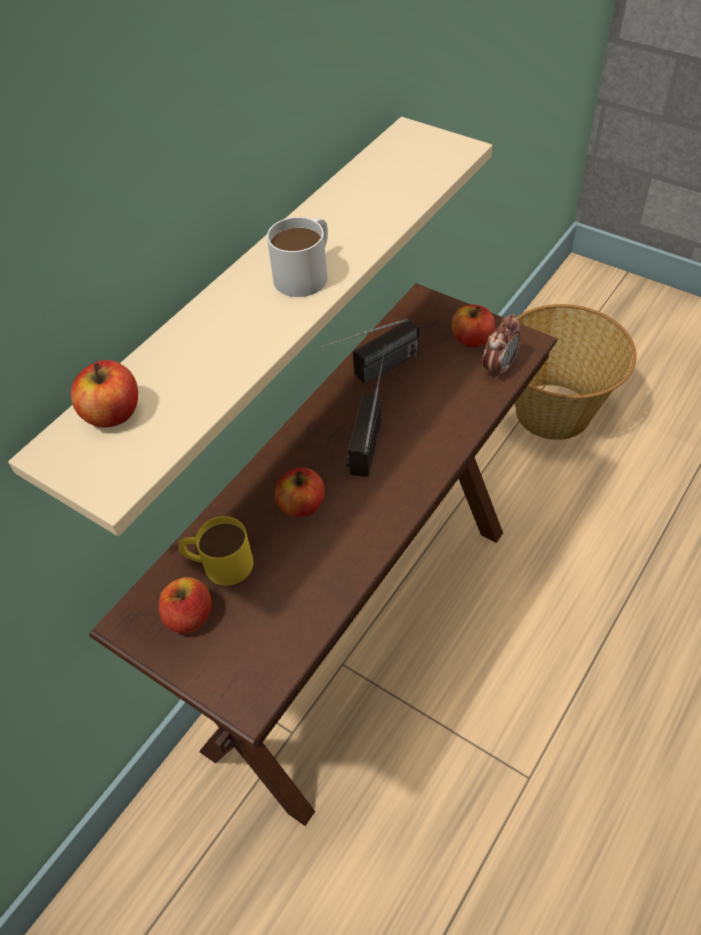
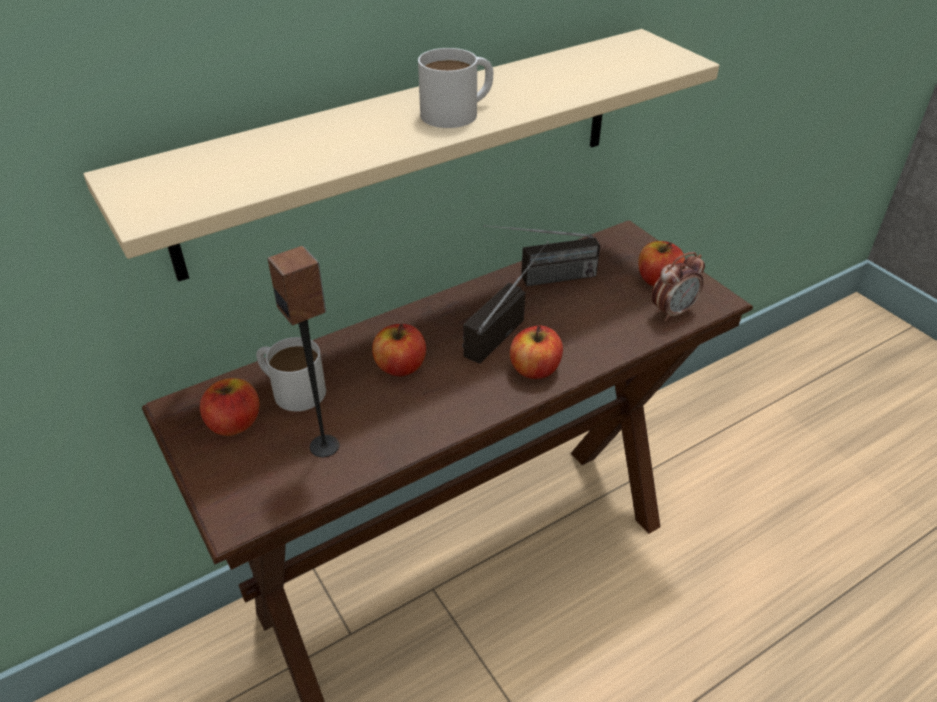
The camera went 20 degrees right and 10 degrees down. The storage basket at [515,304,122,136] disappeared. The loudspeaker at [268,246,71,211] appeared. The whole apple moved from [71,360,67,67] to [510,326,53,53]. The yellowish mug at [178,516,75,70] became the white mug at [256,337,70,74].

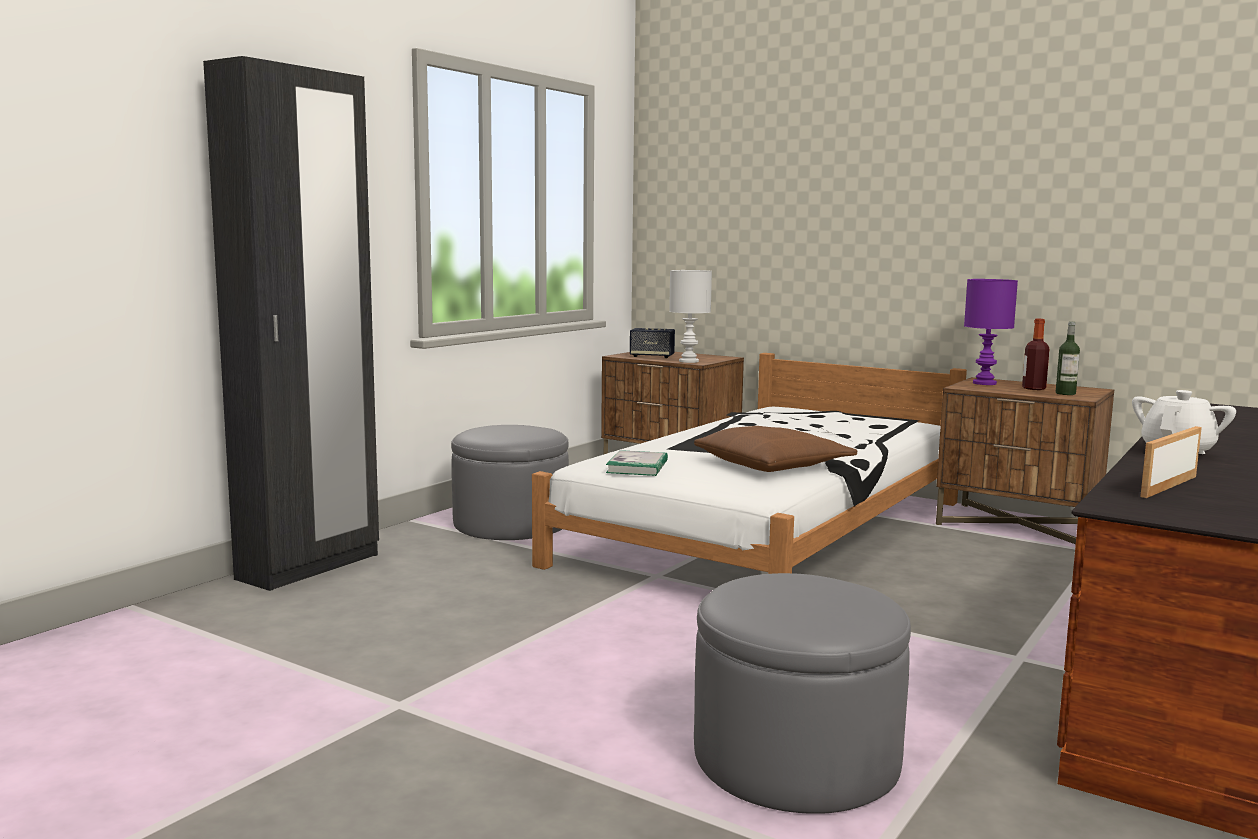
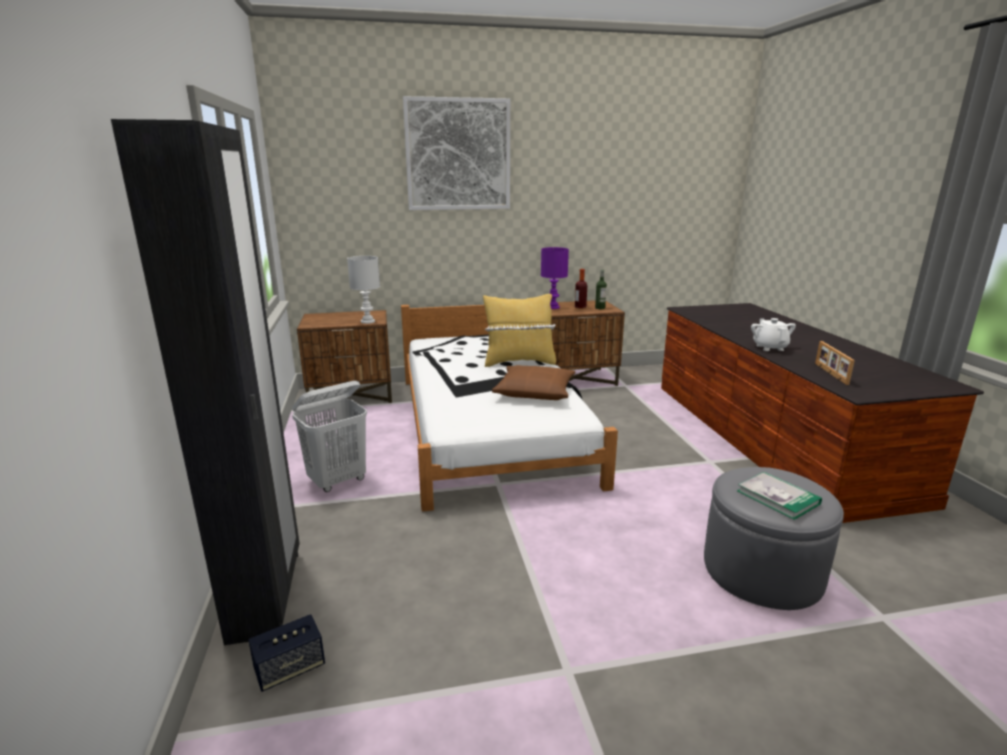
The camera went 45 degrees left and 10 degrees up. The wall picture at [403,96,107,114] appeared. The yellowish cushion at [483,294,73,73] appeared. The bound book moved from [606,450,62,26] to [737,472,85,48]. The loudspeaker moved from [630,328,45,30] to [248,614,77,78]. The gray footrest at [451,425,118,115] was replaced by the white washing basket at [292,381,75,111].

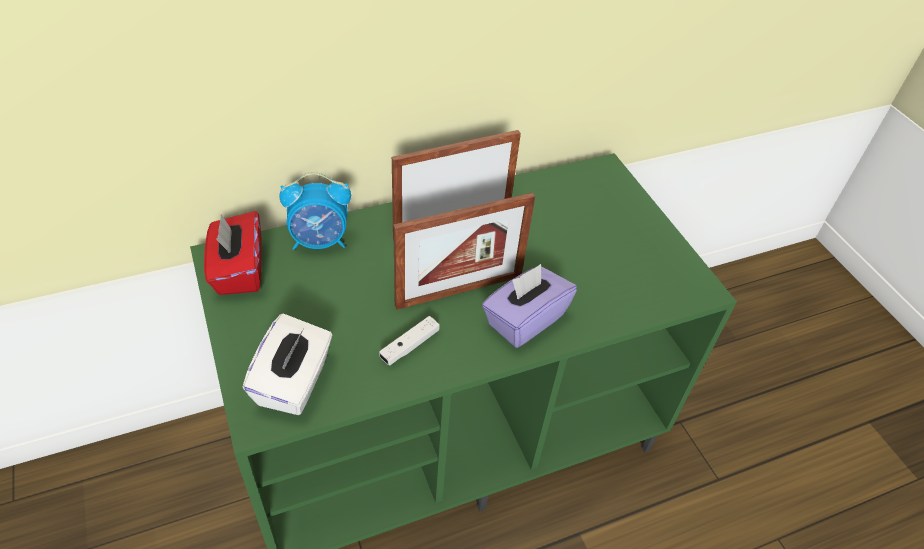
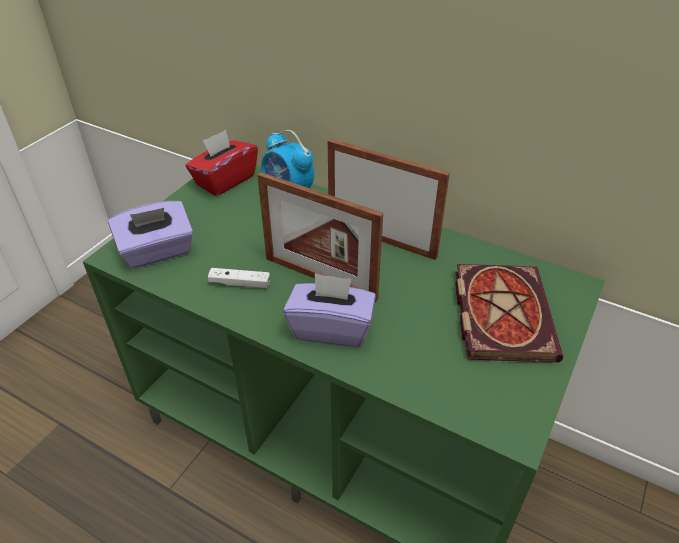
The camera went 55 degrees right and 5 degrees down. The bound book at [455,264,108,98] appeared. The white box of tissues at [243,314,89,101] became the purplish box of tissues at [108,201,85,68].

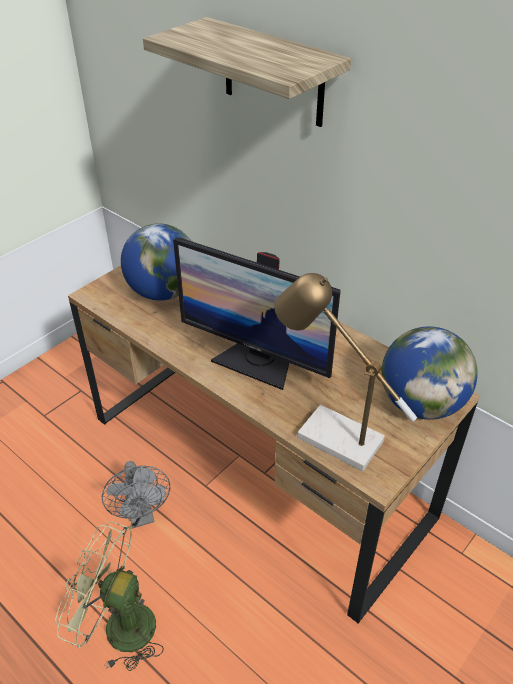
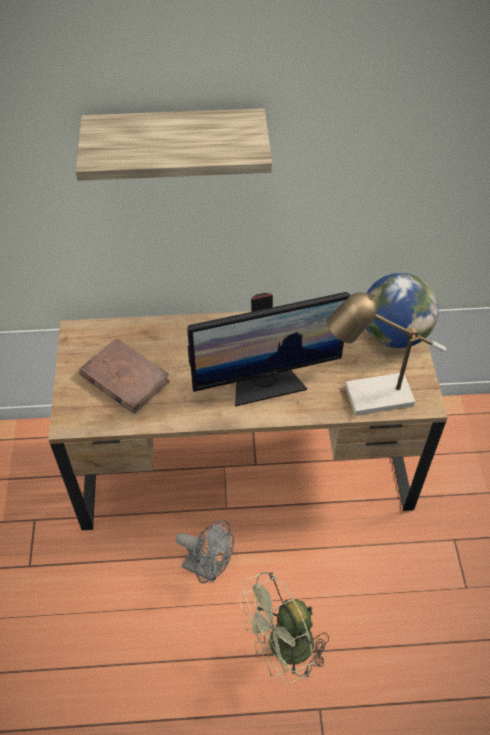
The camera went 45 degrees left and 10 degrees up. The globe at [121,223,70,78] was replaced by the brown bound book at [79,338,91,76].

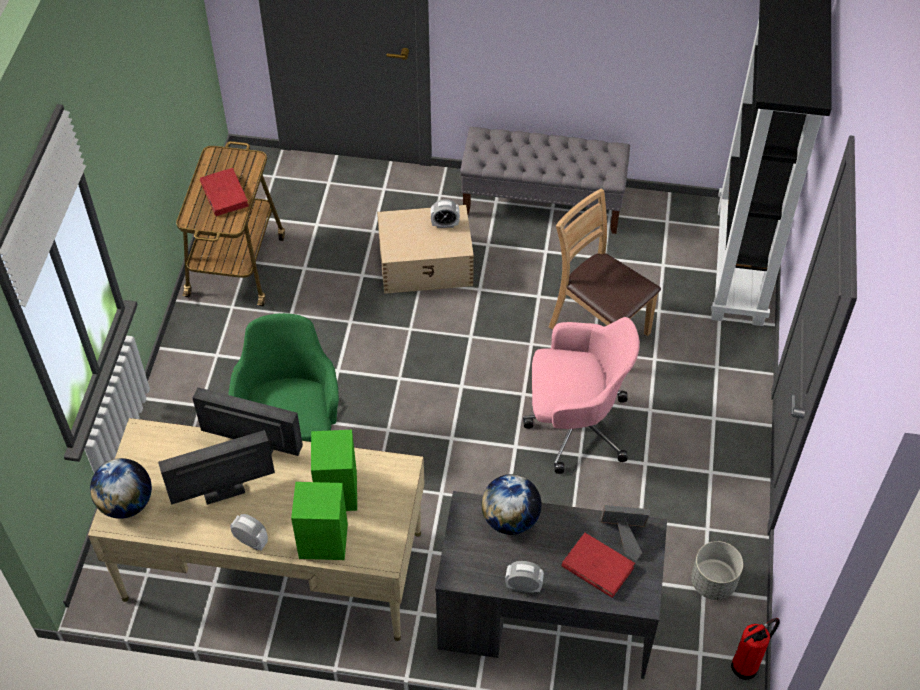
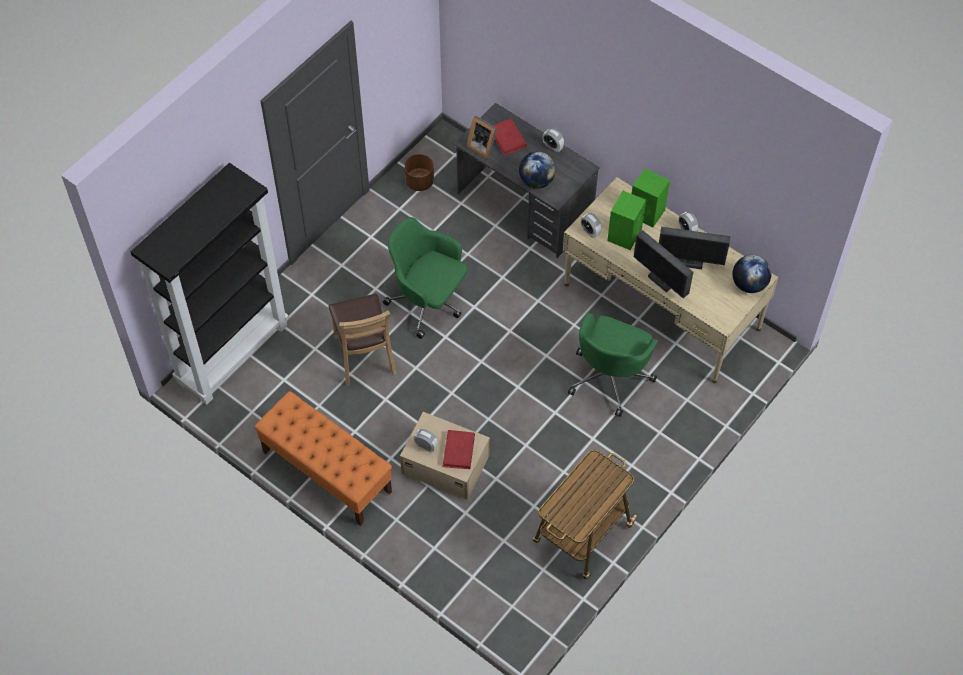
The camera went 150 degrees left and 5 degrees up. The extinguisher at [731,618,49,62] disappeared. The alarm clock at [581,213,21,25] appeared. The reddish bound book moved from [200,168,49,48] to [443,430,32,39]. The gray bench at [460,127,170,107] became the orange-coloured bench at [254,391,138,135]. The pink computer chair at [523,317,117,157] became the green computer chair at [383,217,85,122]. The gray plant pot at [691,541,52,59] became the brown plant pot at [404,154,30,37].

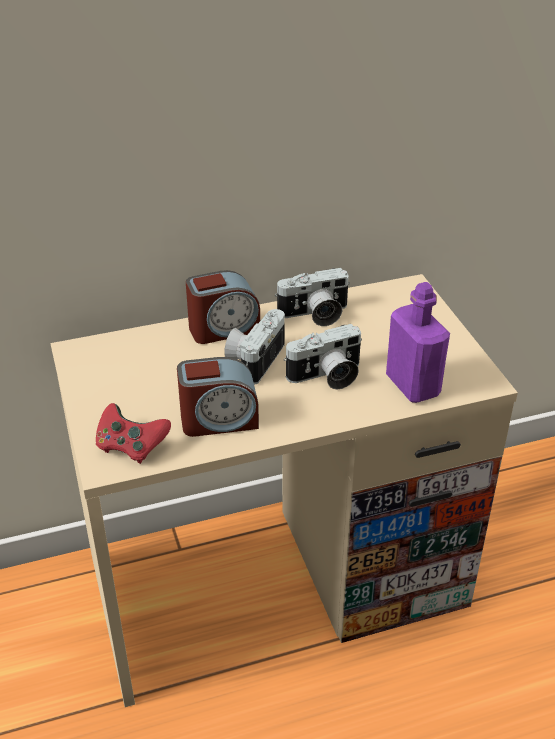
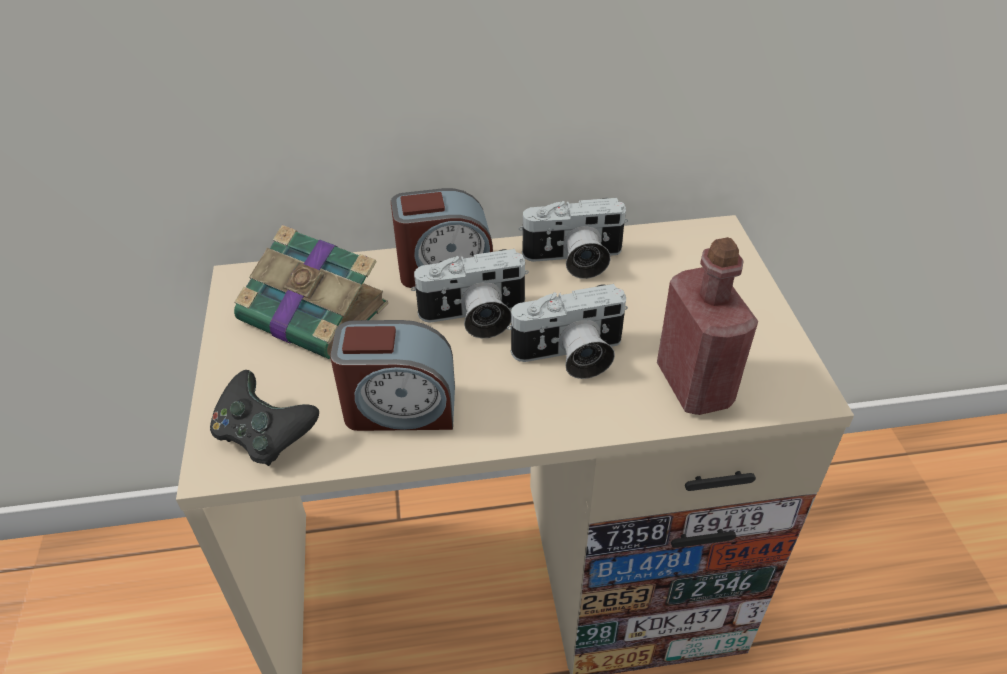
The camera went 10 degrees right and 5 degrees up. The bound book at [234,225,154,134] appeared. The reddish game controller at [96,403,75,61] became the black game controller at [210,370,109,96]. The purplish beverage bottle at [386,282,64,121] became the reddish beverage bottle at [657,237,101,178]. The still camera at [224,309,61,76] turned 135 degrees counterclockwise.

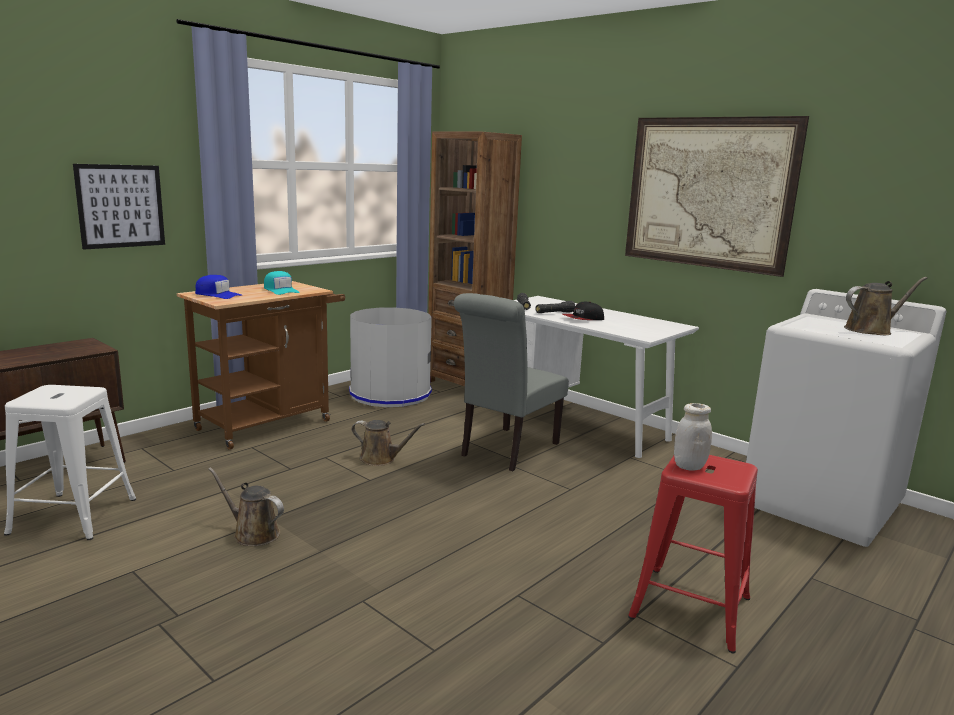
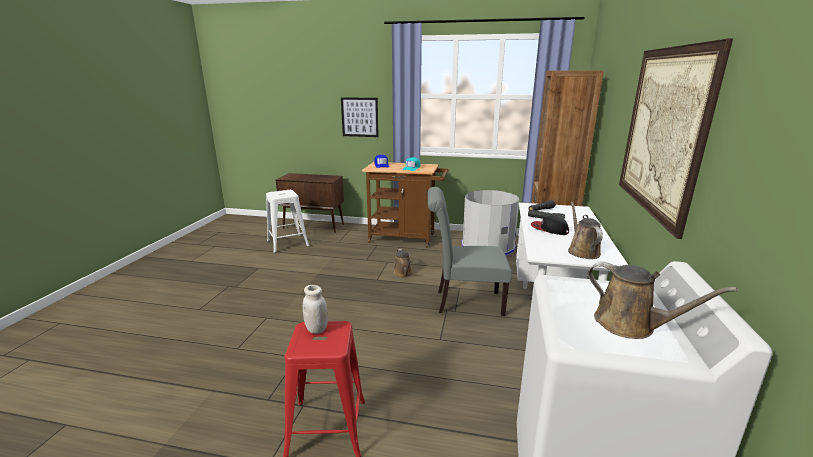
The camera went 60 degrees right and 5 degrees up. The brown watering pot moved from [208,467,76,79] to [568,202,35,57].

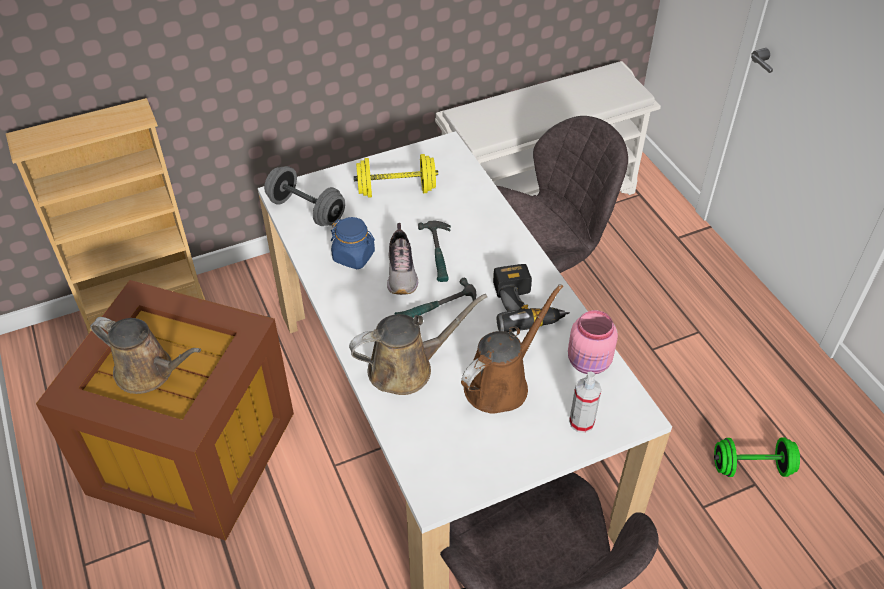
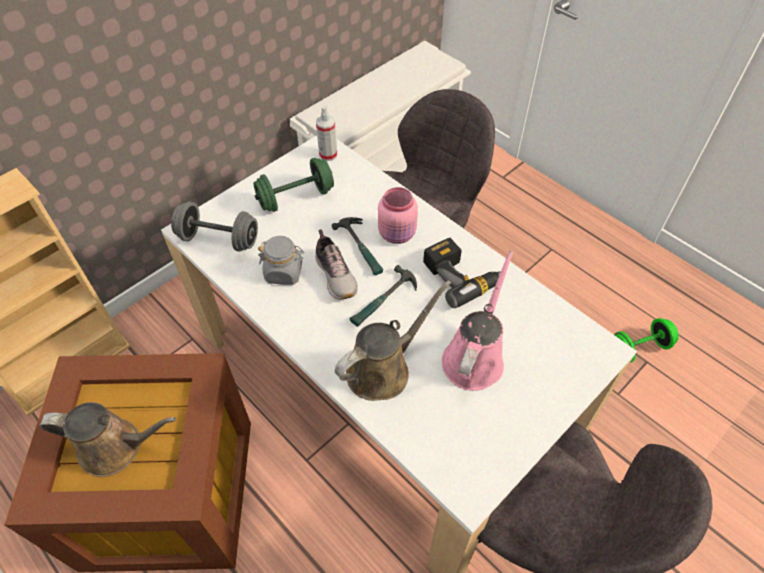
The camera went 20 degrees left and 5 degrees up. The pink preserve jar moved from [568,310,50,64] to [378,187,40,57]. The sprayer moved from [569,371,33,62] to [316,106,21,55]. The blue preserve jar at [331,217,44,52] became the gray preserve jar at [258,236,46,49]. The yellowish free weight at [354,154,84,44] became the green free weight at [253,158,81,54]. The brown watering pot at [461,284,102,130] became the pink watering pot at [442,251,72,140].

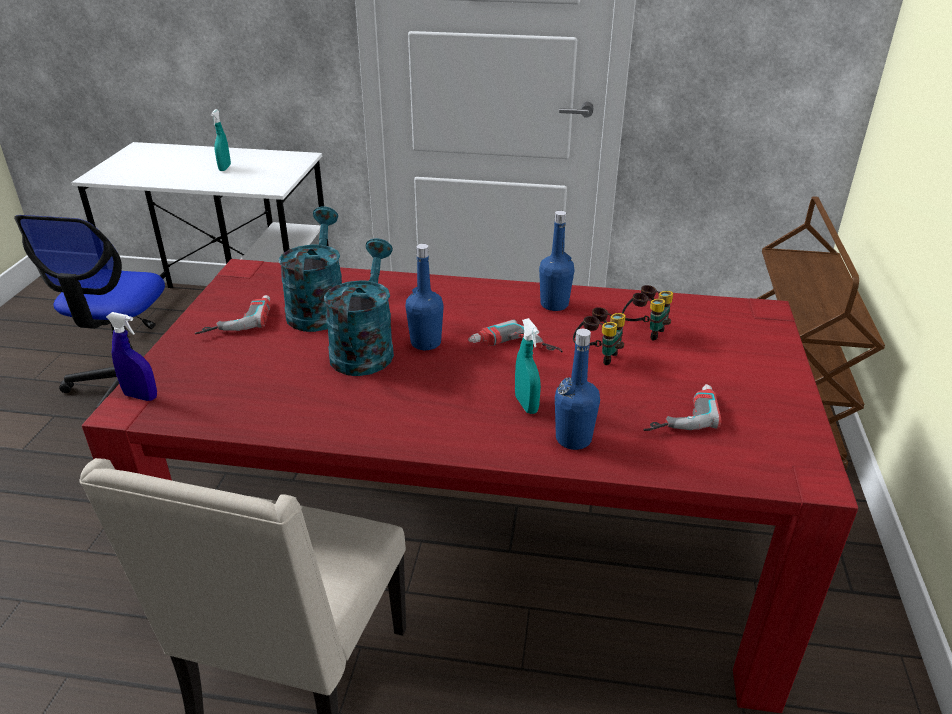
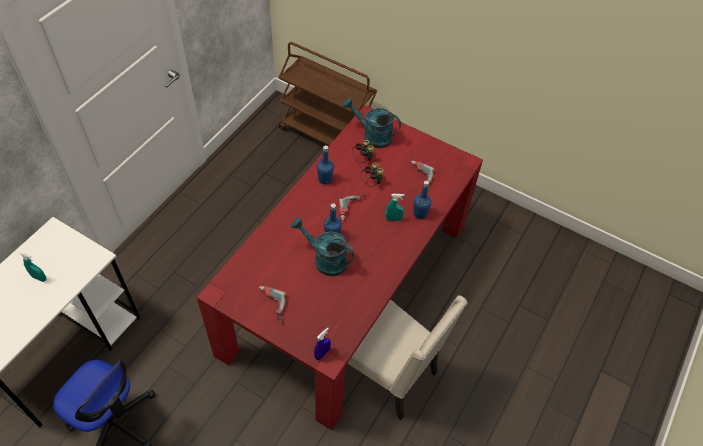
The camera went 70 degrees left and 20 degrees up. The blue-green watering pot moved from [279,206,63,126] to [343,98,58,50].

